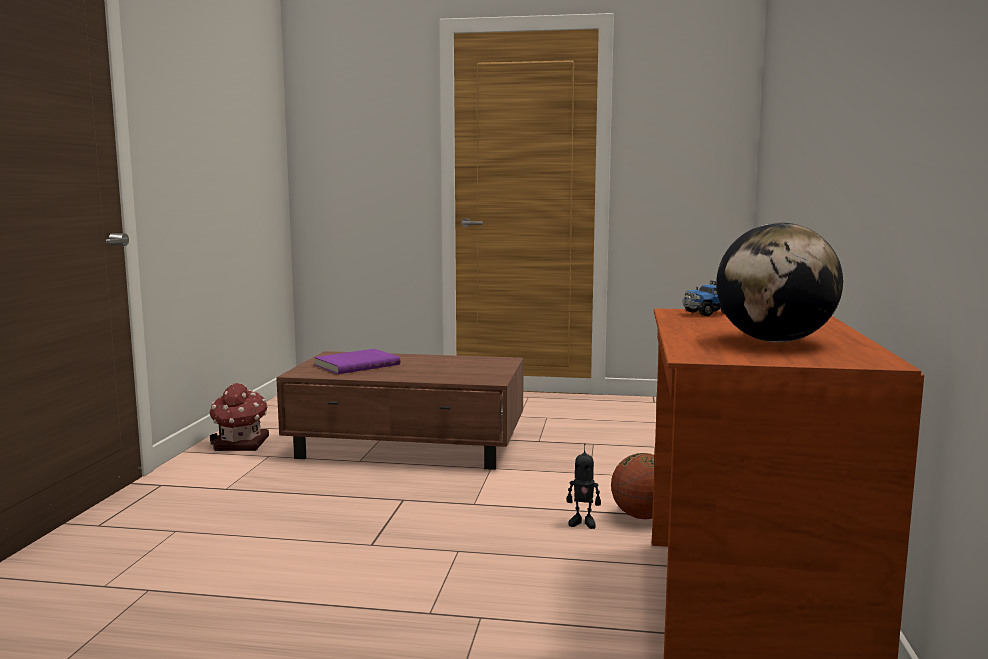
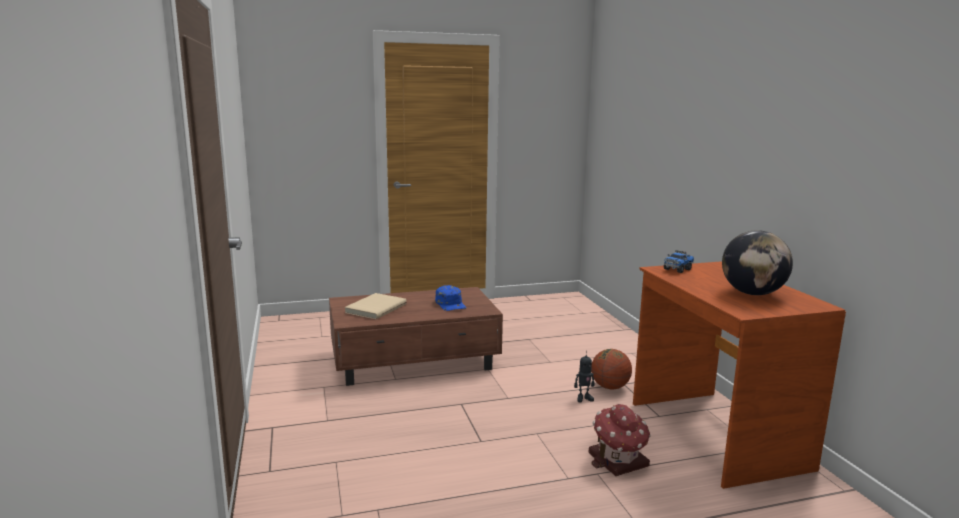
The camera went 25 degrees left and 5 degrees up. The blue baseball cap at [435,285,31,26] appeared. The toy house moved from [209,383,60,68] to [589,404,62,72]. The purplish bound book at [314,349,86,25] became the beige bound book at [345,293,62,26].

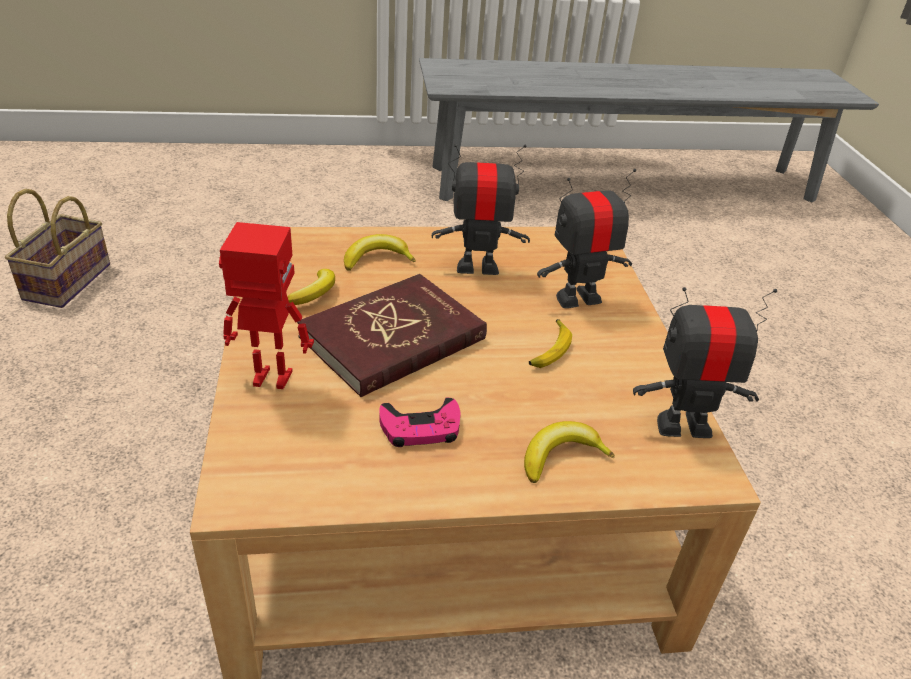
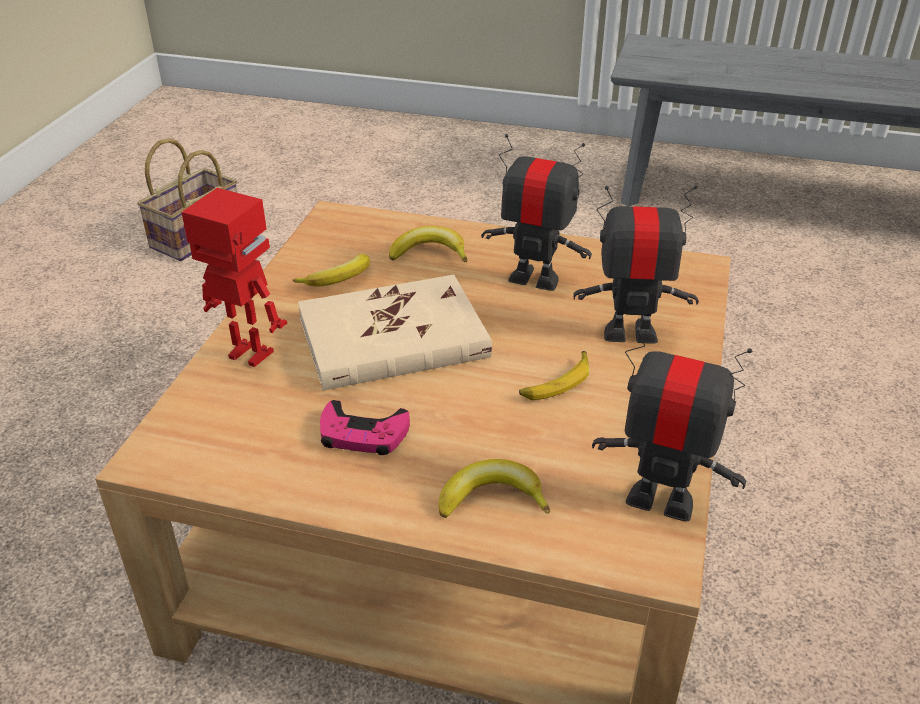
The camera went 25 degrees right and 0 degrees up. The reddish bound book at [297,274,190,123] became the beige bound book at [298,275,194,116].

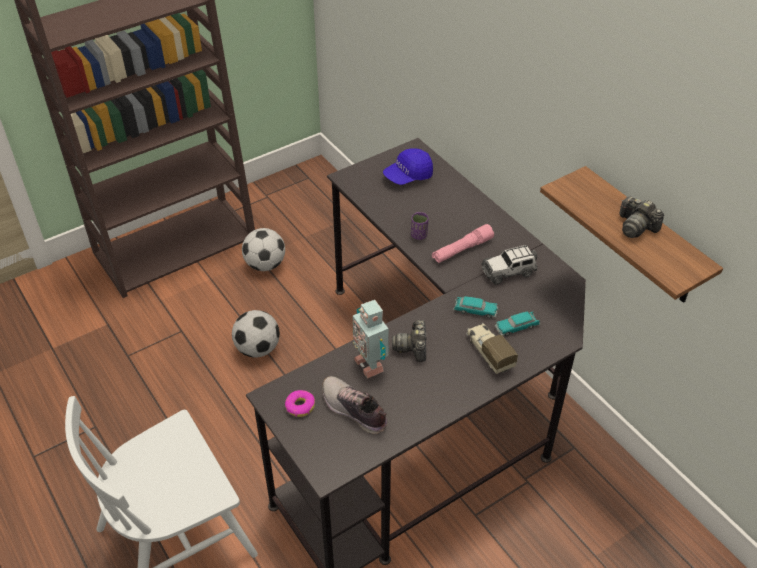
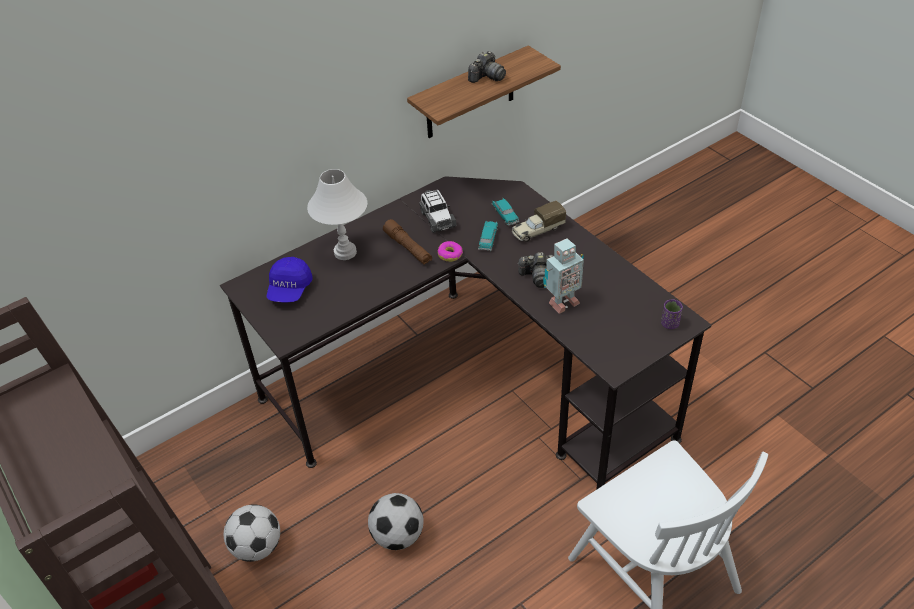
The camera went 90 degrees left and 0 degrees up. The shoe at [322,376,65,58] disappeared. The white lamp for a table at [307,169,60,91] appeared. The donut moved from [285,390,30,27] to [438,241,25,21]. The purplish cup moved from [411,212,17,28] to [661,299,22,30]. The pink flashlight at [432,224,62,39] became the brown flashlight at [383,219,49,46]. The blue baseball cap at [383,149,50,36] turned 45 degrees clockwise.

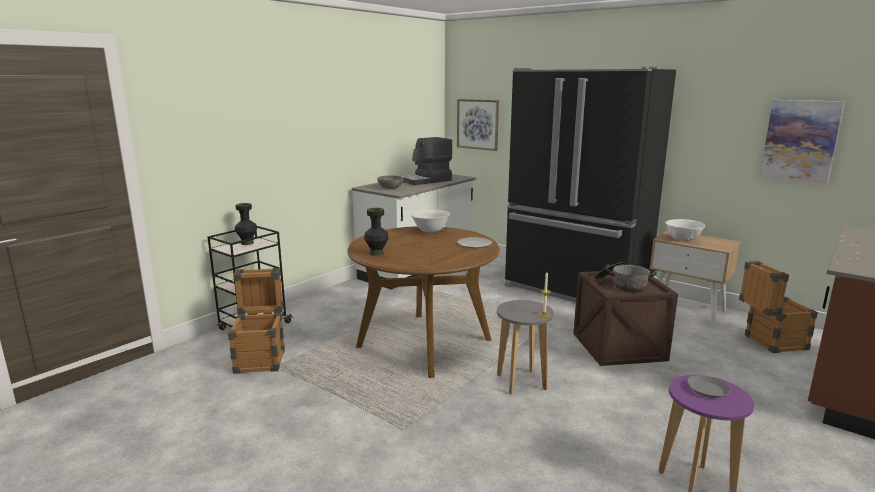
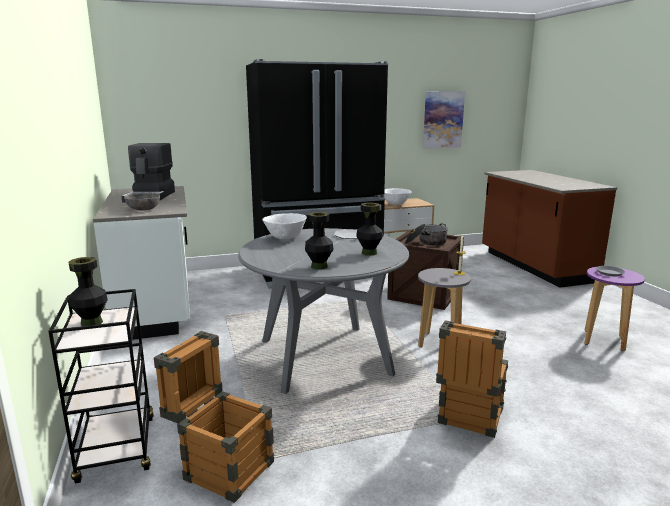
The camera went 55 degrees left and 0 degrees up. The wall picture at [457,99,42,52] disappeared. The black decorative vase at [356,203,27,53] appeared. The crate moved from [739,261,79,92] to [436,321,72,117]. The brown dinner table at [347,226,153,152] became the gray dinner table at [238,228,171,166].

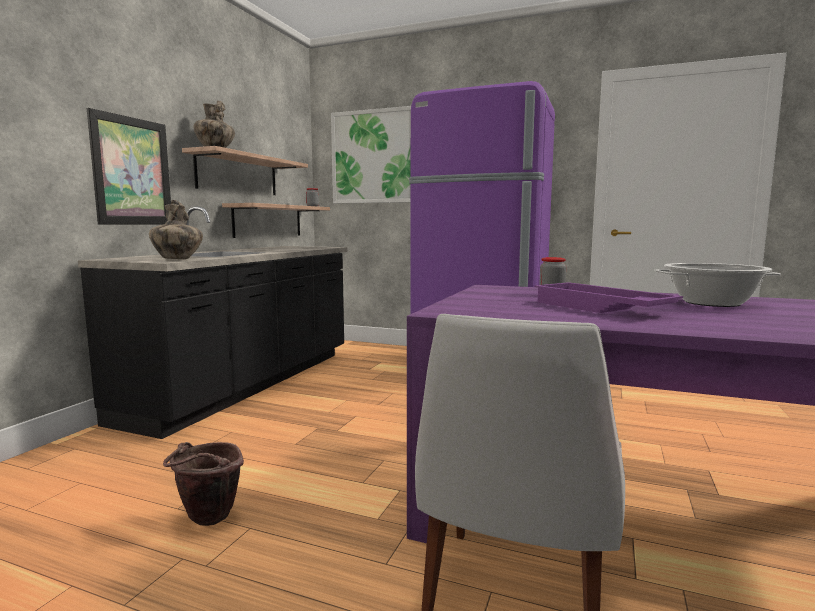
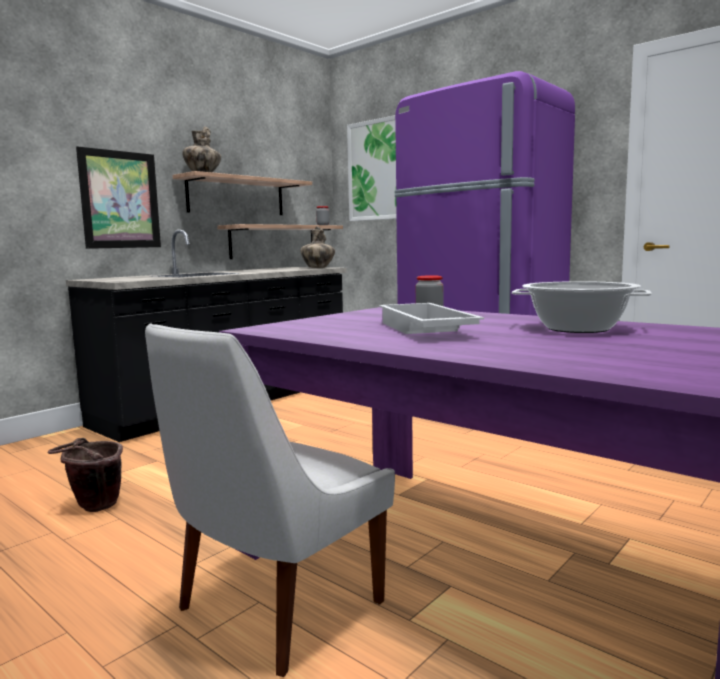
The camera went 20 degrees right and 0 degrees up. The decorative vase moved from [149,200,54,59] to [301,226,34,42]. The purplish carrying tray at [534,282,149,31] became the white carrying tray at [379,303,105,31].

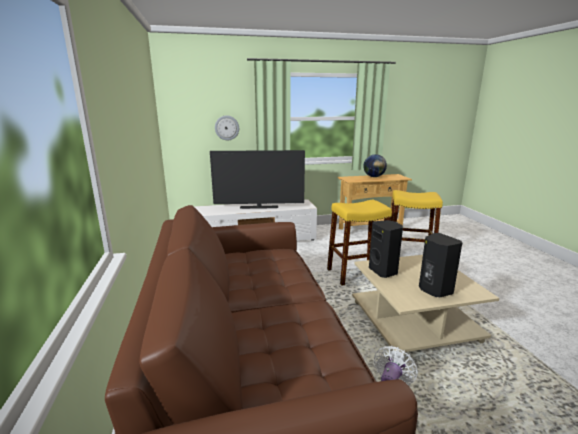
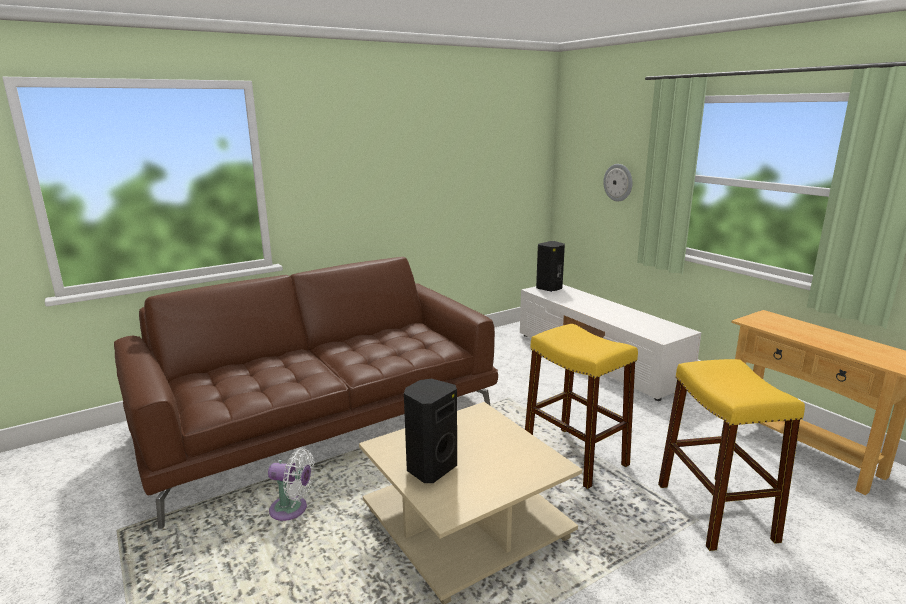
The camera went 70 degrees right and 0 degrees up. The television at [210,150,95,59] disappeared. The globe at [363,154,24,23] disappeared. The black loudspeaker moved from [369,220,34,58] to [536,241,29,51].

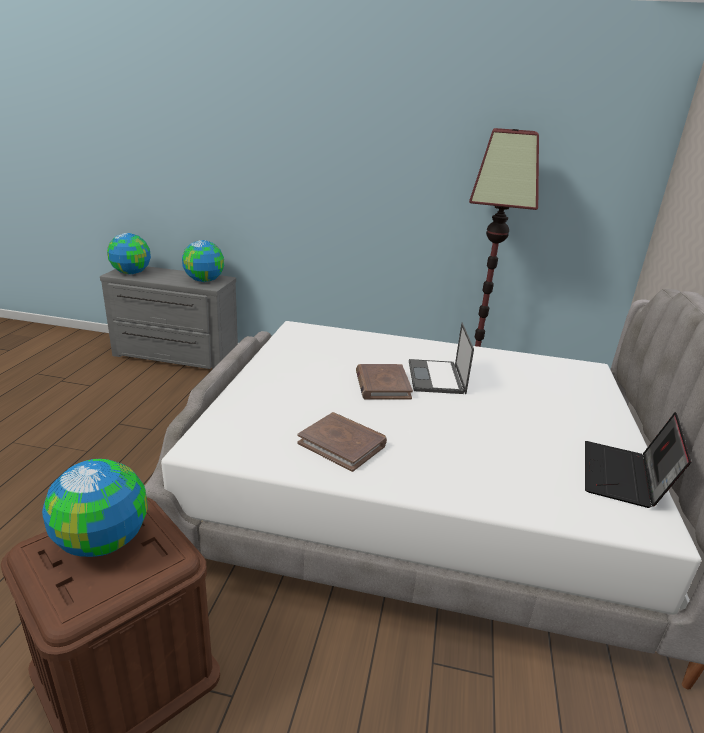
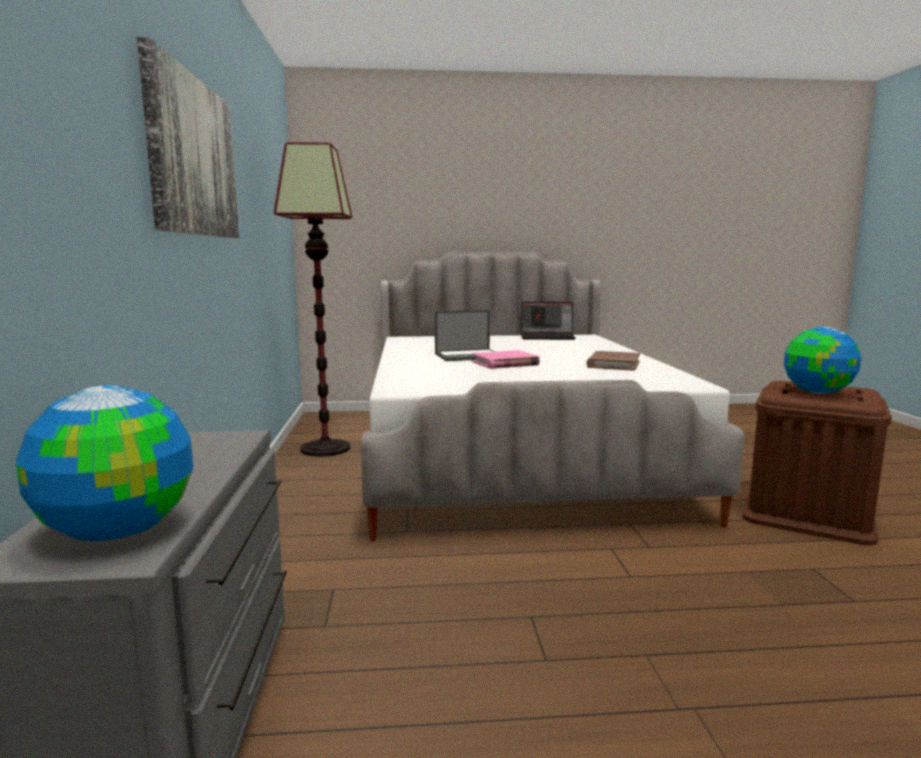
The camera went 105 degrees left and 15 degrees down. The globe at [182,240,42,42] disappeared. The wall picture at [137,37,102,201] appeared. The brown bound book at [356,364,57,35] became the pink bound book at [472,350,68,19].

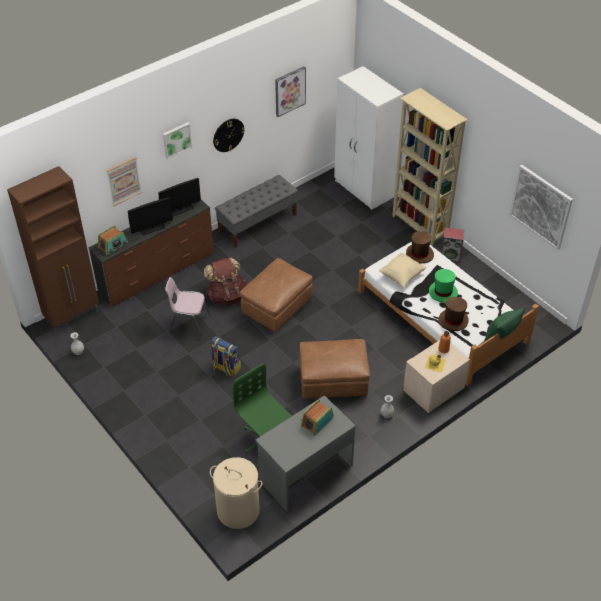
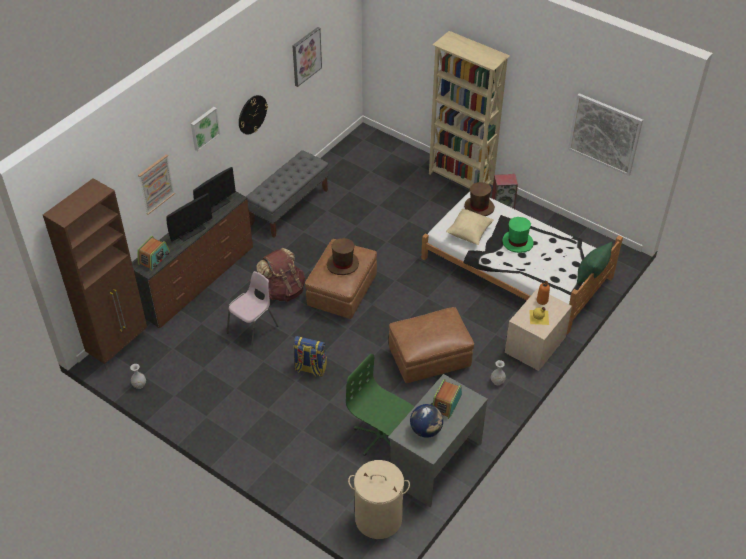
The camera went 15 degrees left and 0 degrees up. The white clothes cupboard at [334,66,69,144] disappeared. The globe at [410,404,33,34] appeared. The brown clothing hat moved from [438,297,30,34] to [327,238,32,37]. The pink plain chair at [165,277,46,62] turned 135 degrees clockwise.

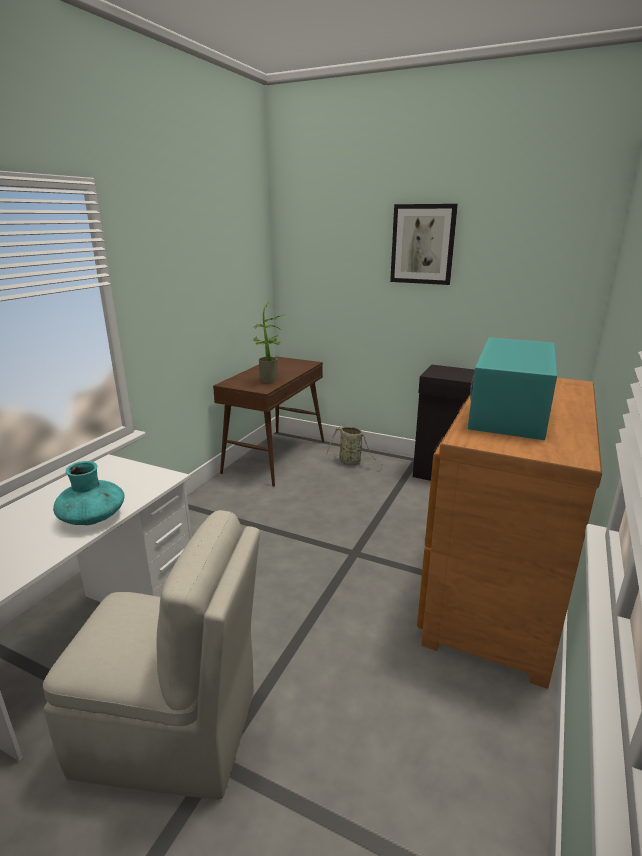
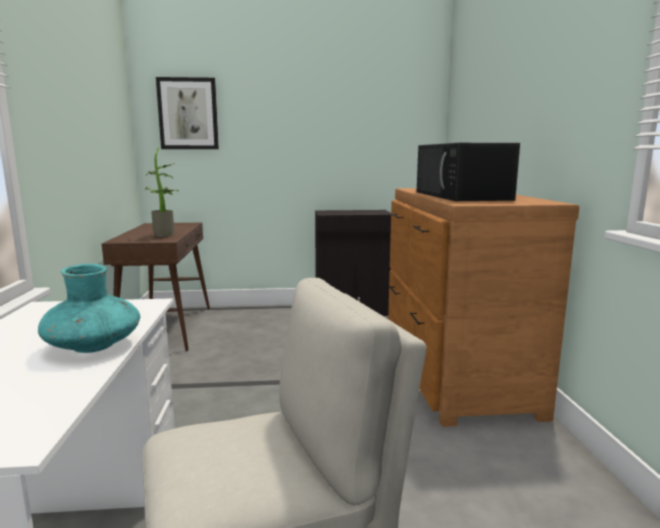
The camera went 30 degrees left and 10 degrees down. The storage basket at [325,427,56,38] disappeared. The wall picture moved from [390,204,68,81] to [156,77,63,72]. The blue-green microwave at [468,337,89,103] became the black microwave at [417,143,103,58].

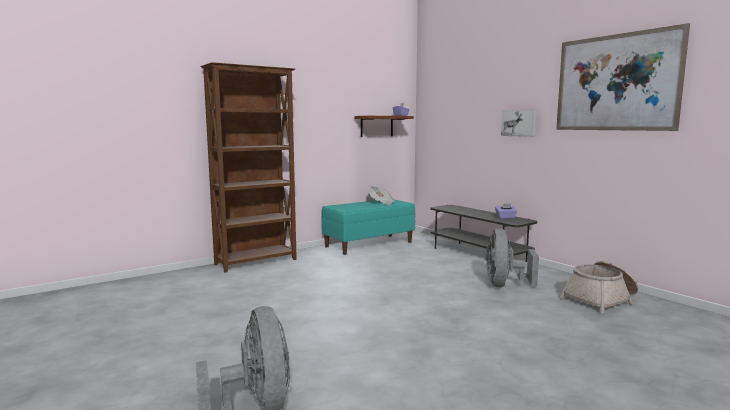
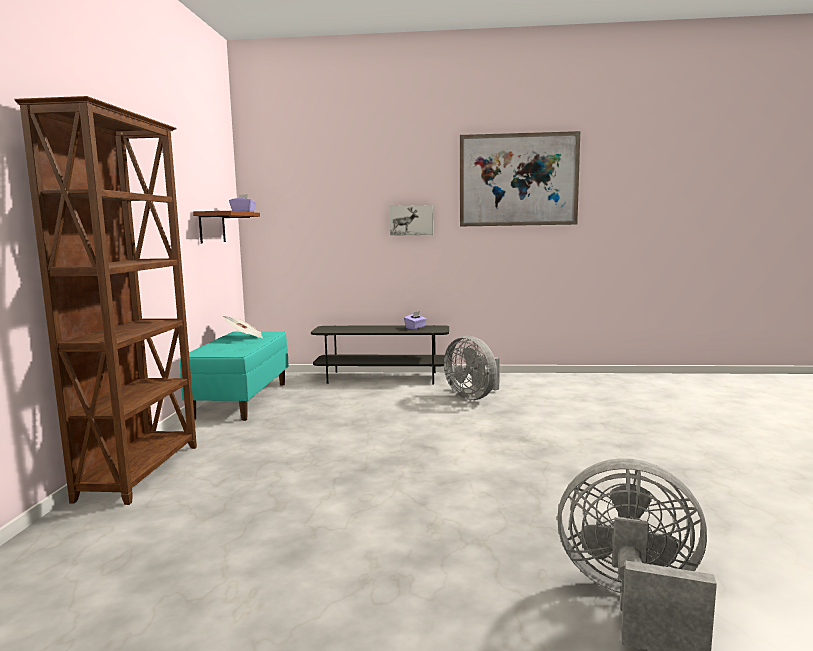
The camera went 50 degrees left and 0 degrees up. The storage basket at [559,261,79,53] disappeared.

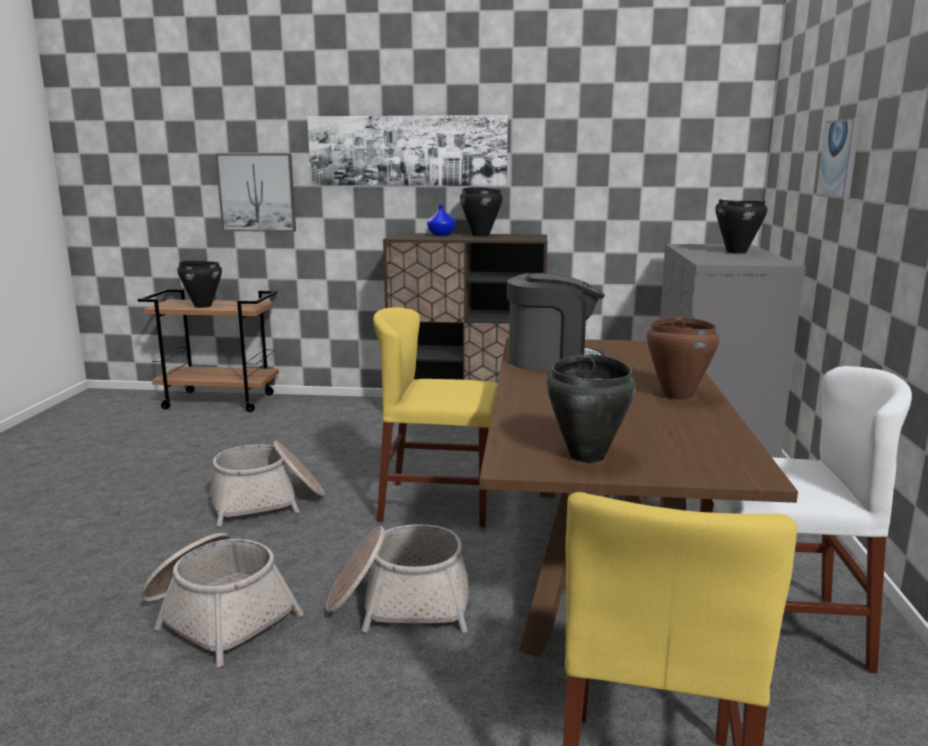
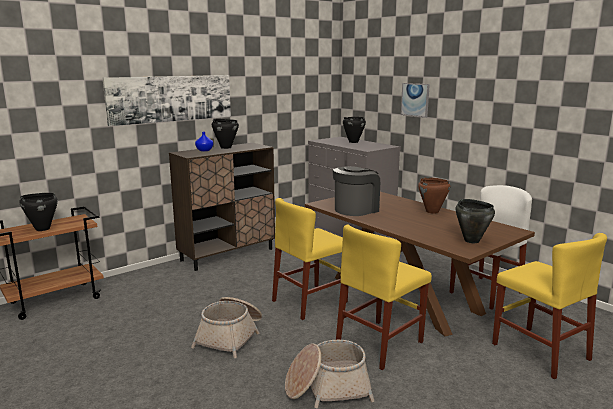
The camera went 45 degrees left and 0 degrees up. The wall picture at [215,154,81,78] disappeared. The storage basket at [326,524,142,109] was replaced by the yellowish plain chair at [336,224,96,146].

